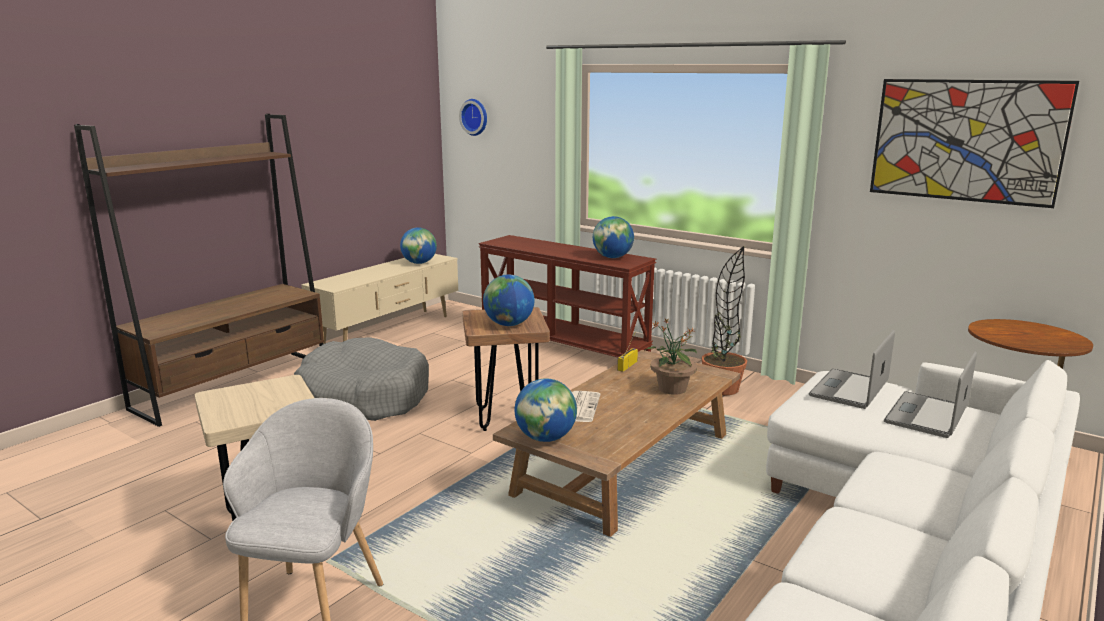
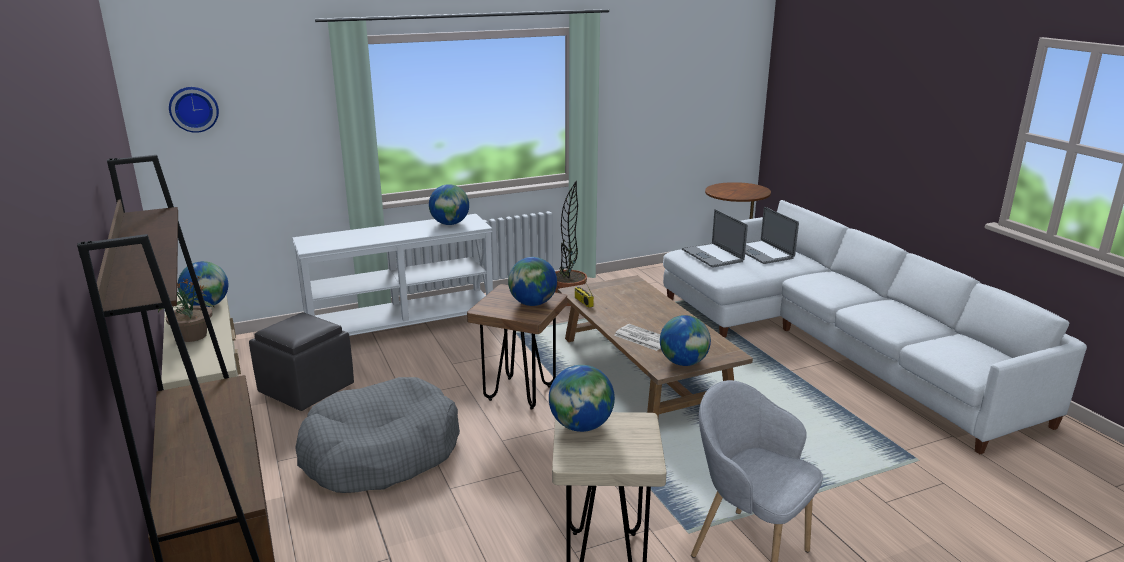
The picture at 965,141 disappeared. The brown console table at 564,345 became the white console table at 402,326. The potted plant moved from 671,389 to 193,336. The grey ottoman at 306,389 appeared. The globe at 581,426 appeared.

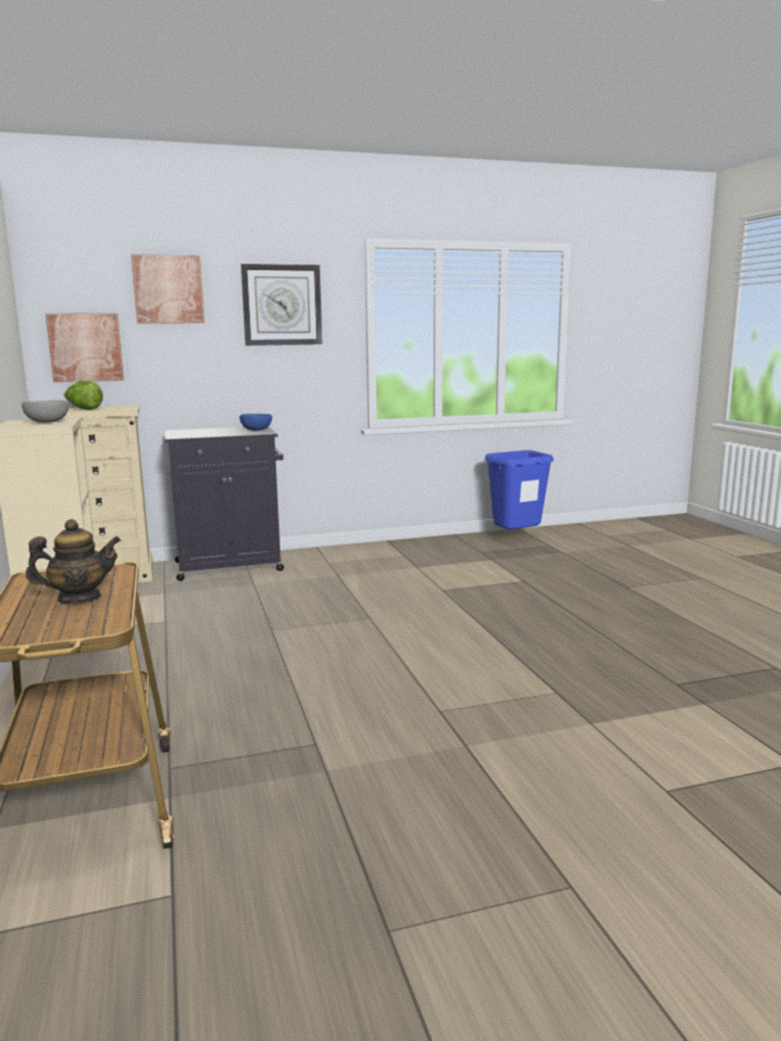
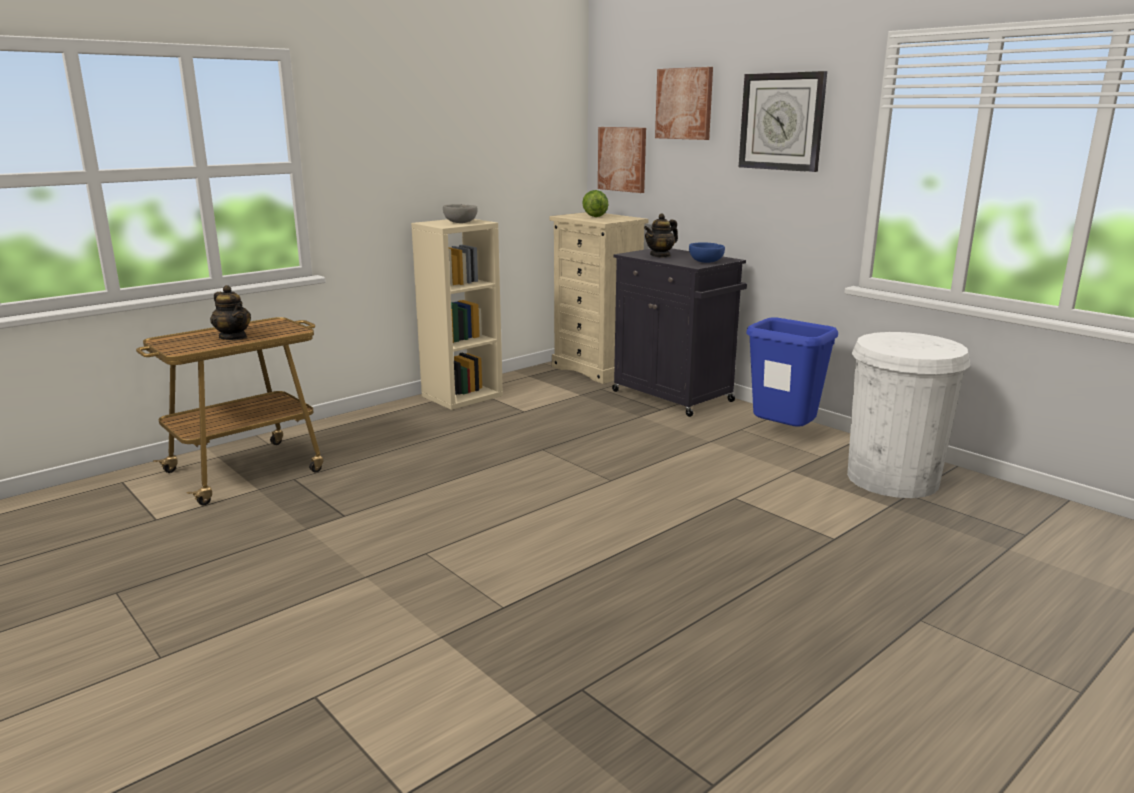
The blue trash can moved from 516,539 to 783,436. The teapot at 660,255 appeared. The white trash can at 892,479 appeared.

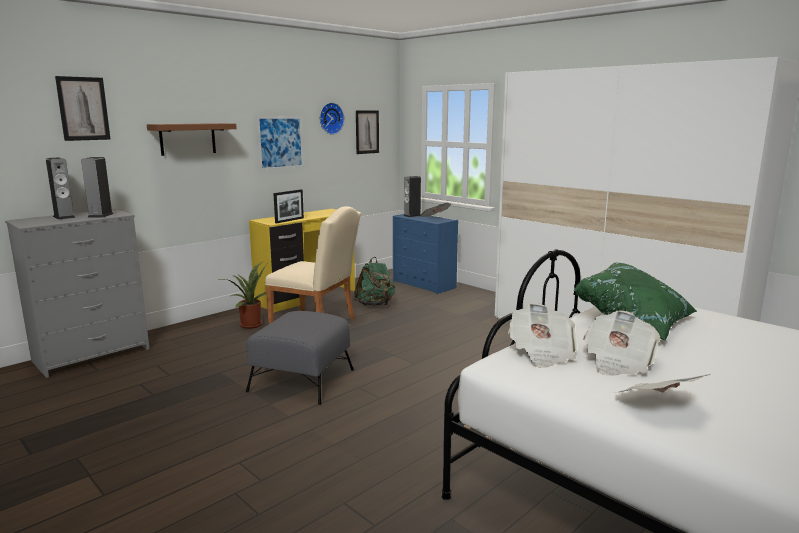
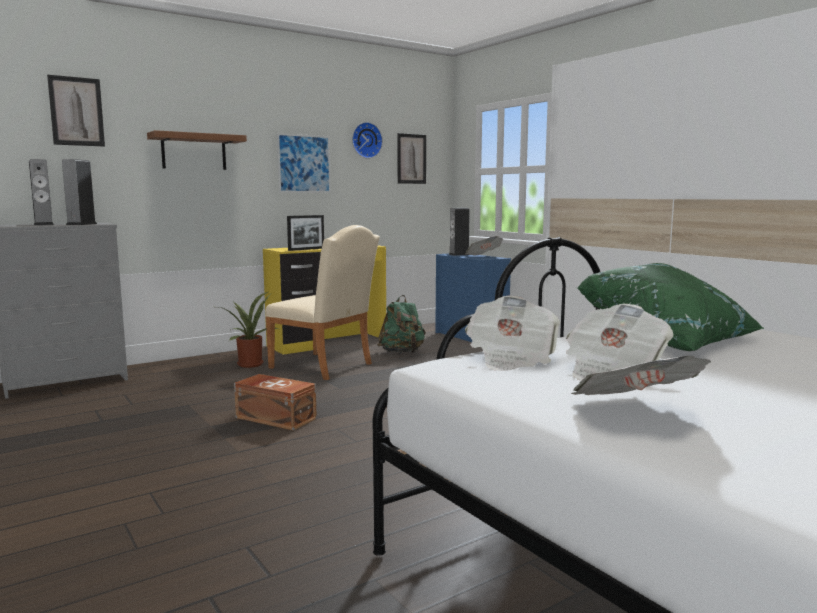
The grey ottoman at 302,380 was replaced by the brown storage box at 275,417.

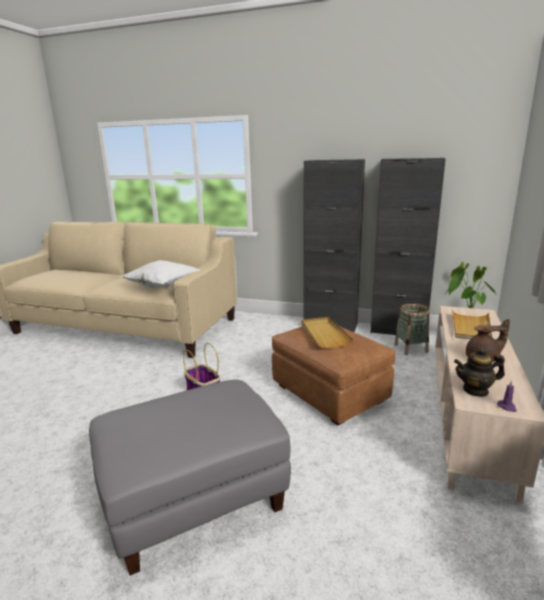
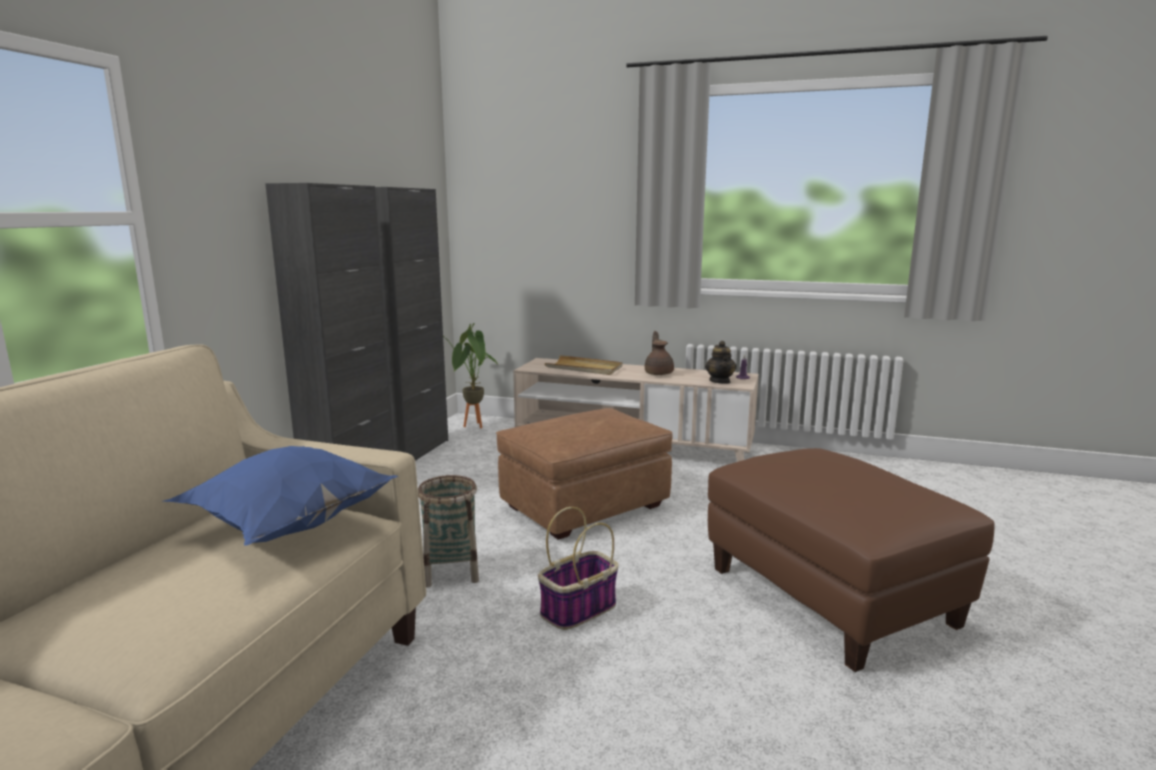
The white pillow at 161,287 became the blue pillow at 288,527. The basket moved from 411,348 to 451,571. The beige tray at 324,334 disappeared. The grey ottoman at 193,498 became the brown ottoman at 830,596.

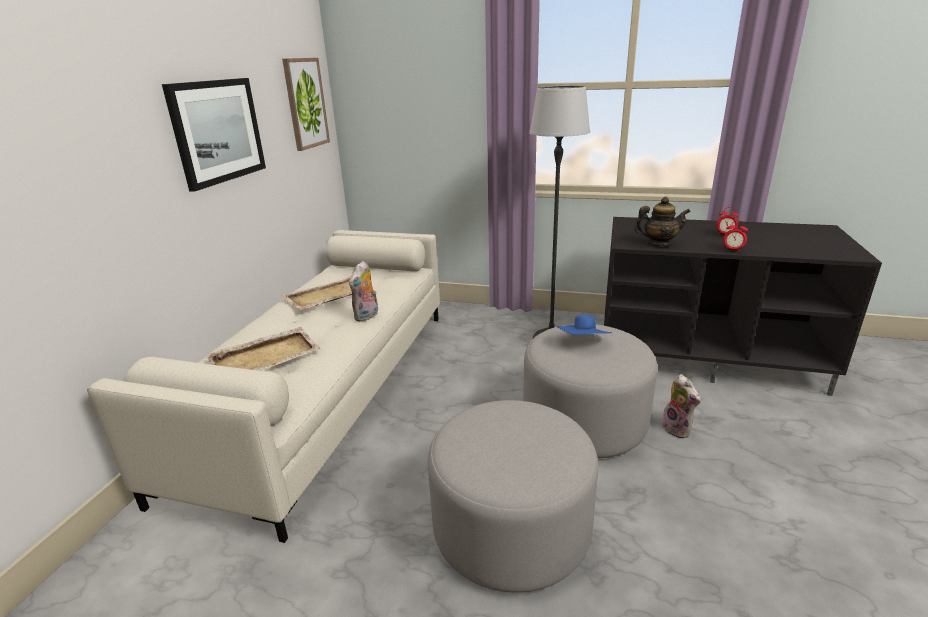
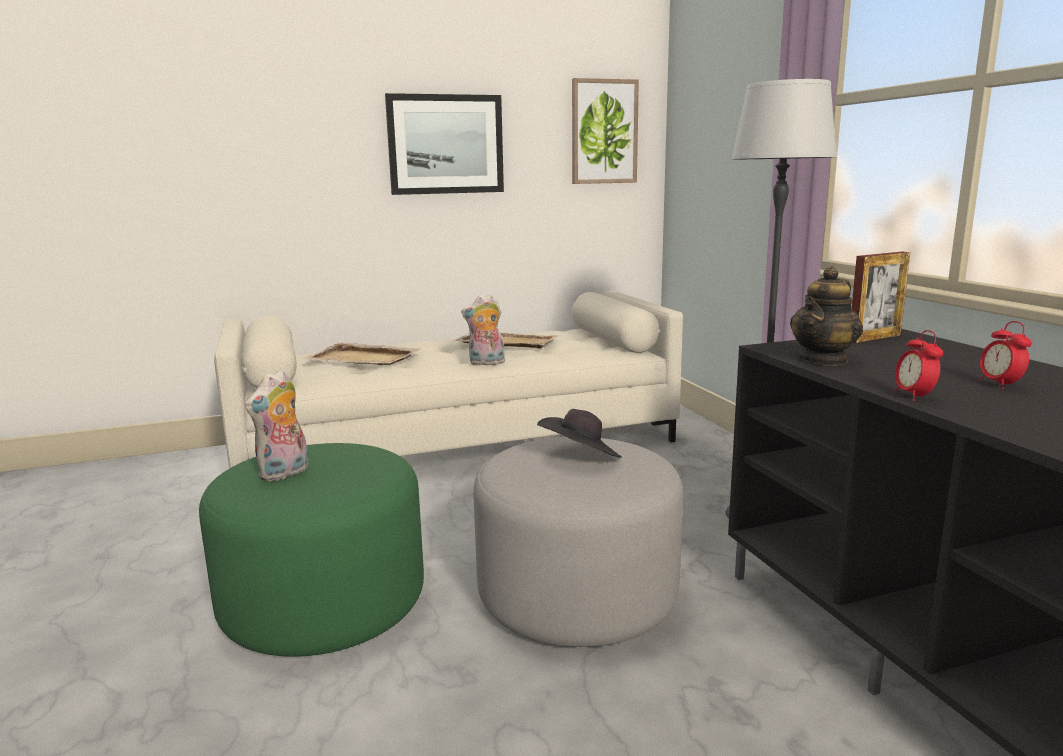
The teapot at 658,244 turned 75 degrees clockwise. The blue hat at 583,343 became the black hat at 580,458. The plush toy moved from 678,429 to 284,473. The grey ottoman at 511,529 became the green ottoman at 323,603. The picture frame at 874,338 appeared.

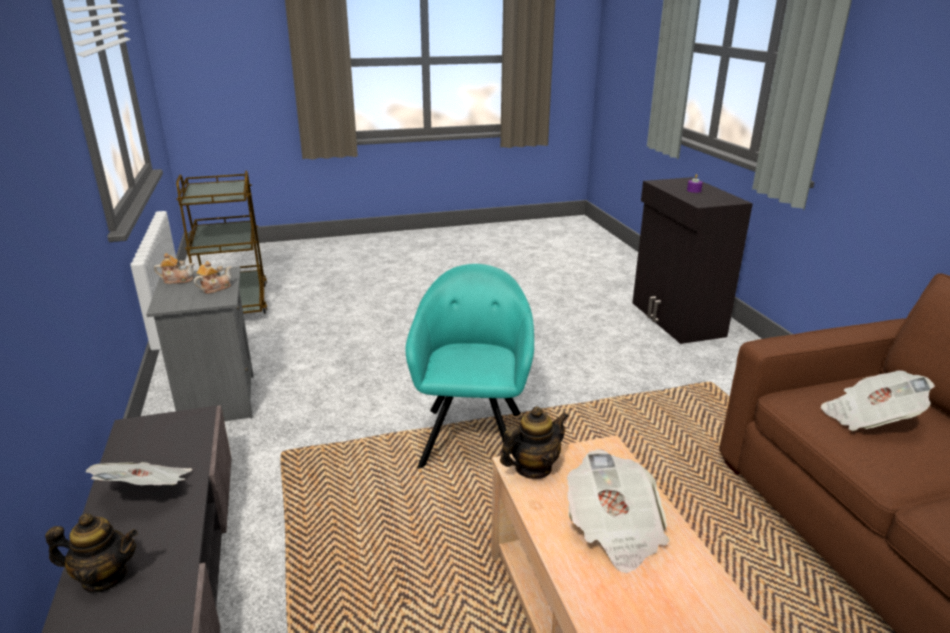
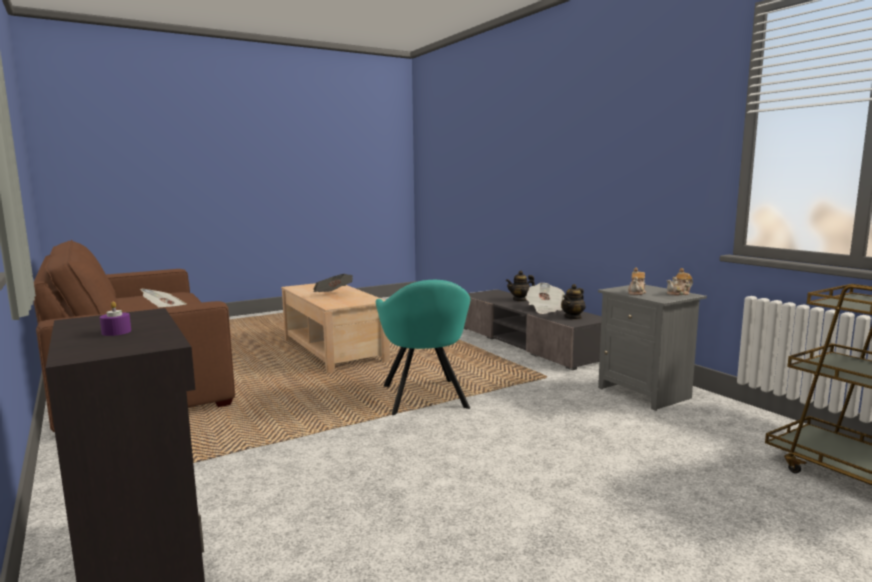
The teapot moved from 533,468 to 573,317.

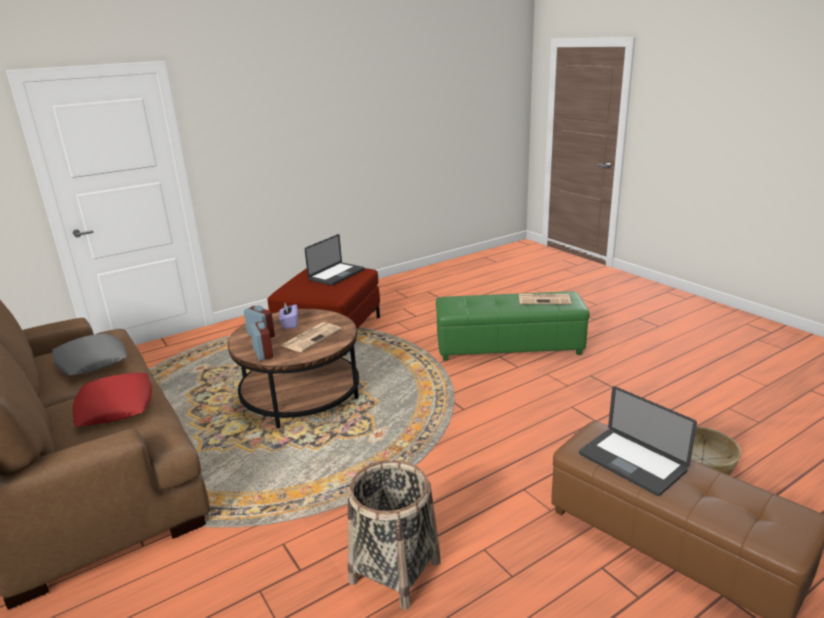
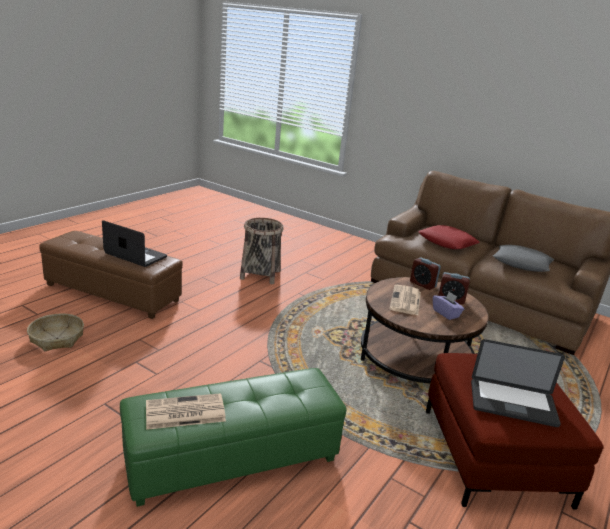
The laptop at 337,275 turned 90 degrees counterclockwise.

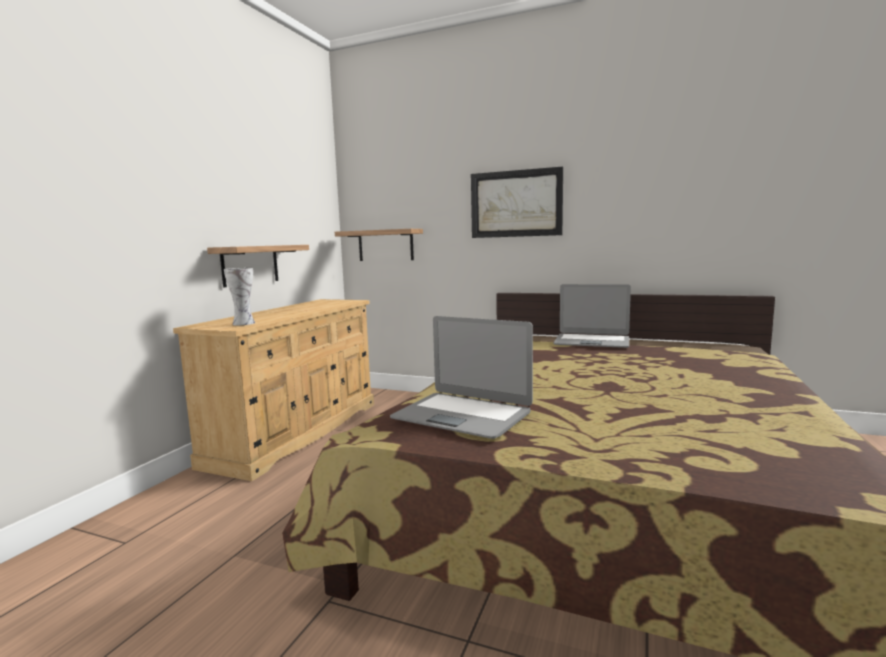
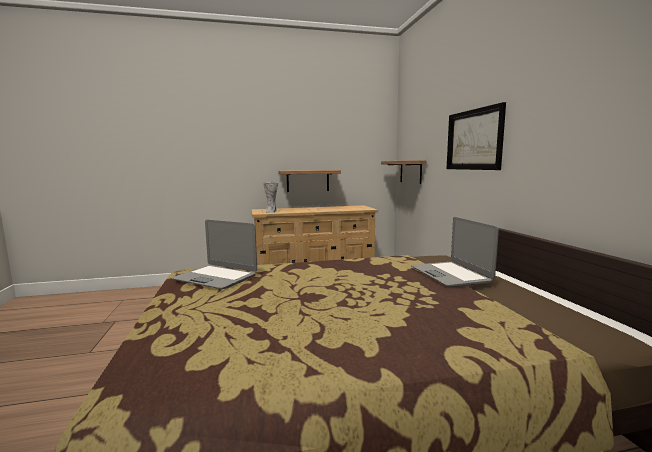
The laptop at 462,416 turned 60 degrees counterclockwise.

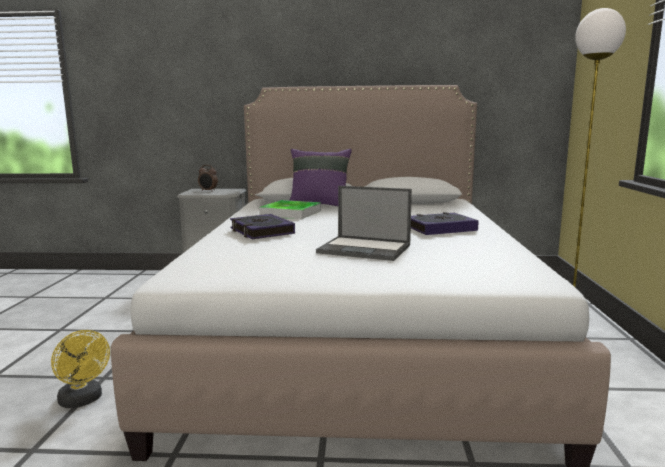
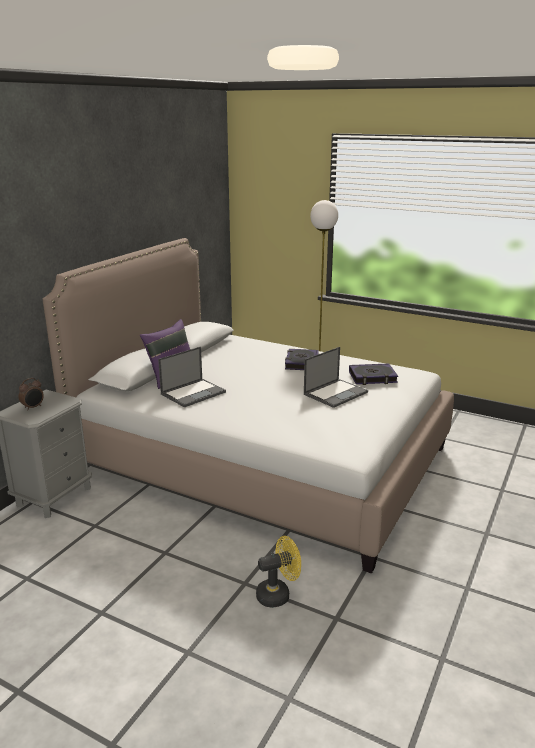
The tray at 291,213 was replaced by the laptop at 193,393. The book moved from 261,231 to 372,377.

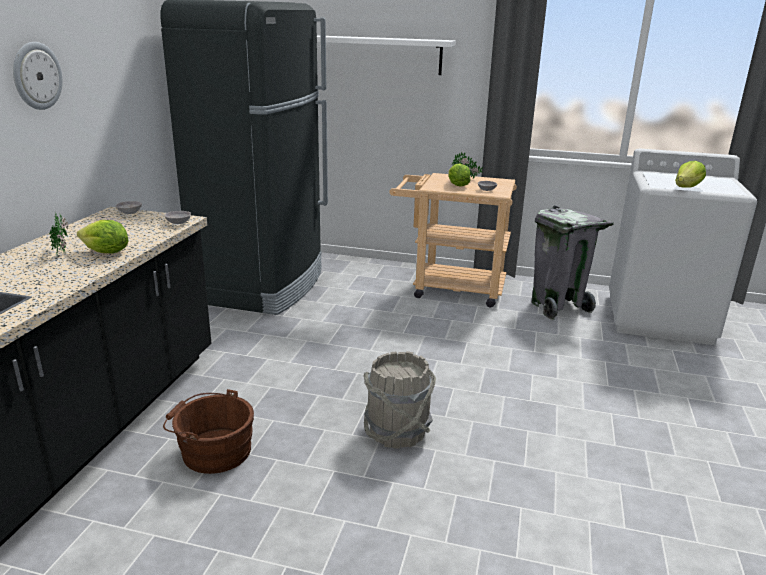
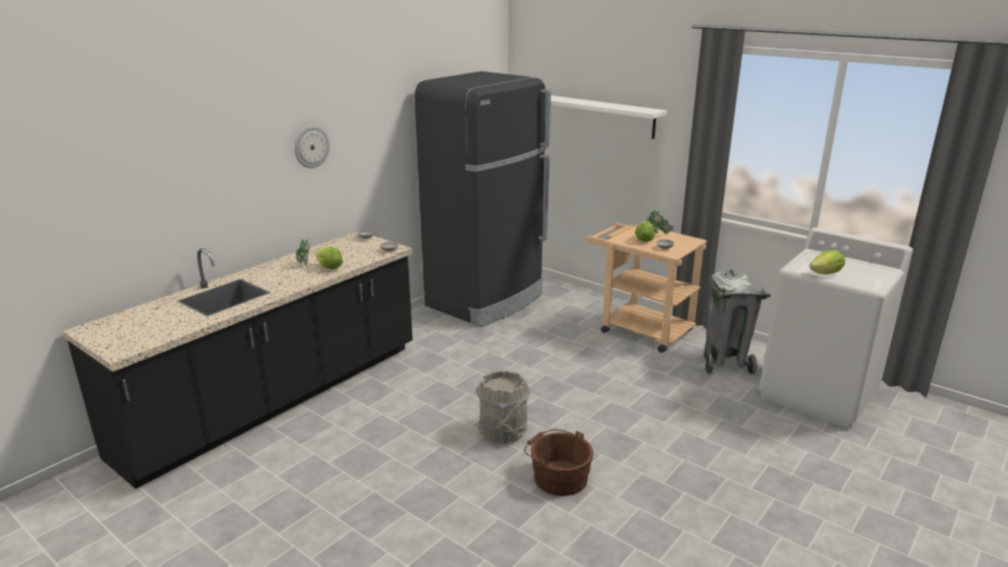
The brown bucket moved from 213,450 to 557,476.

